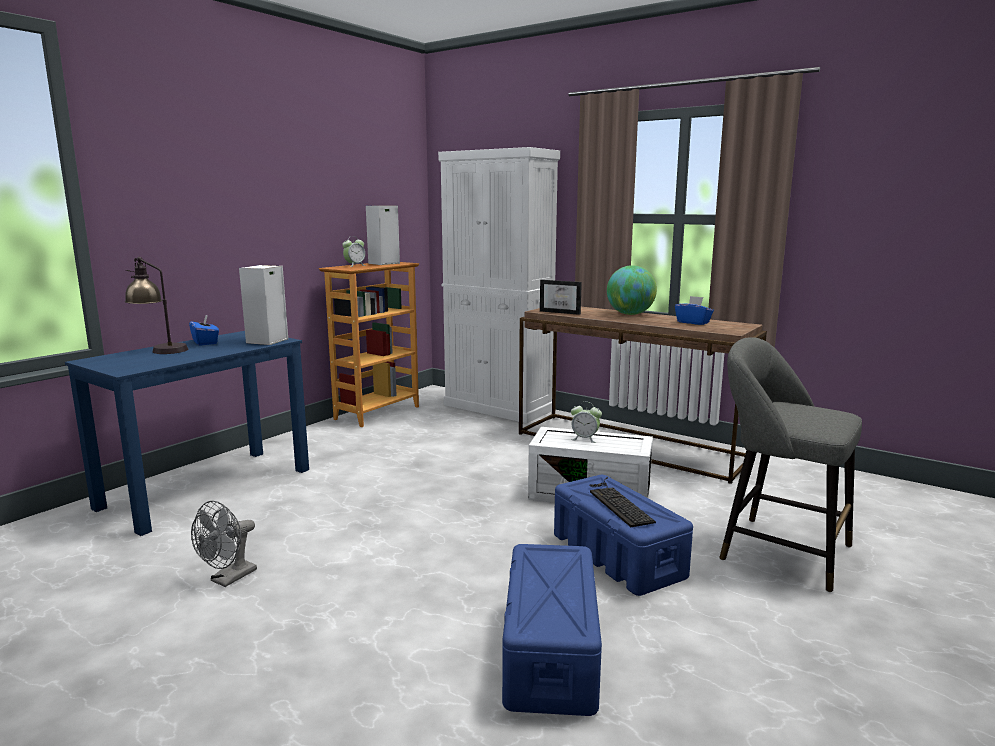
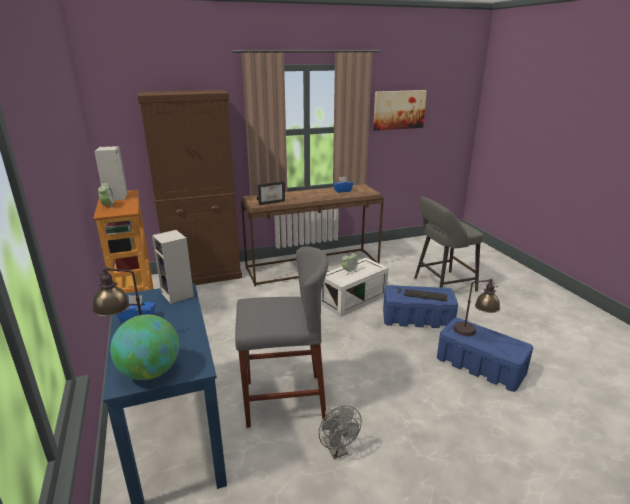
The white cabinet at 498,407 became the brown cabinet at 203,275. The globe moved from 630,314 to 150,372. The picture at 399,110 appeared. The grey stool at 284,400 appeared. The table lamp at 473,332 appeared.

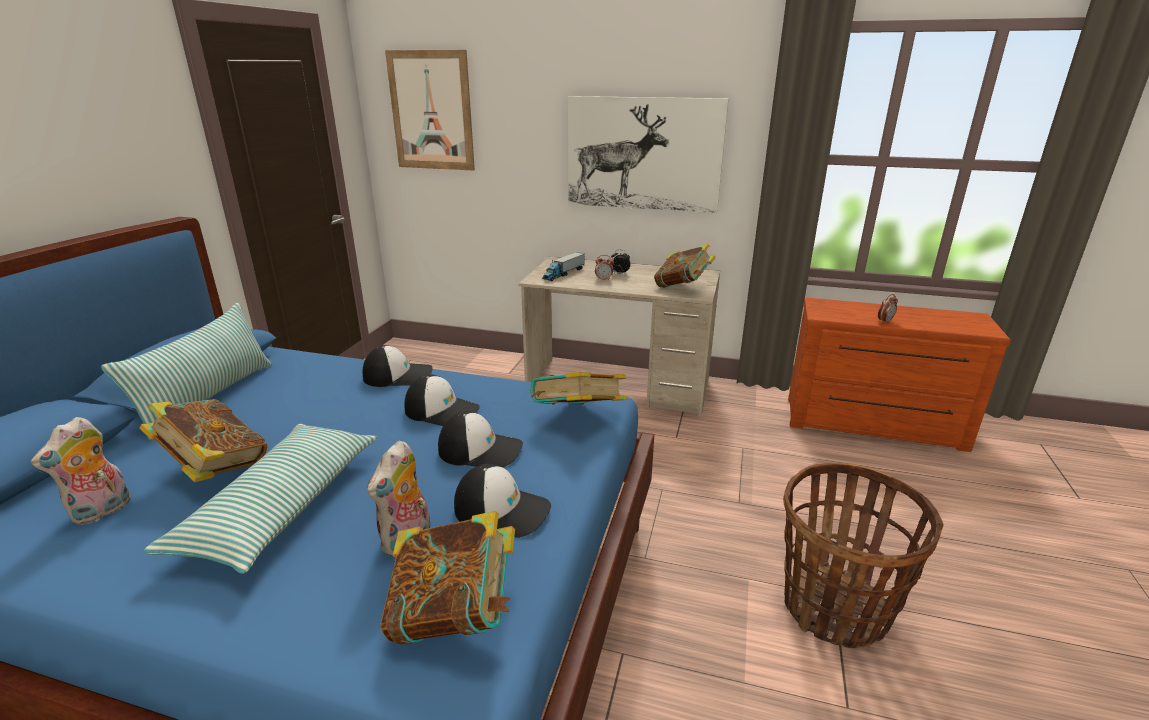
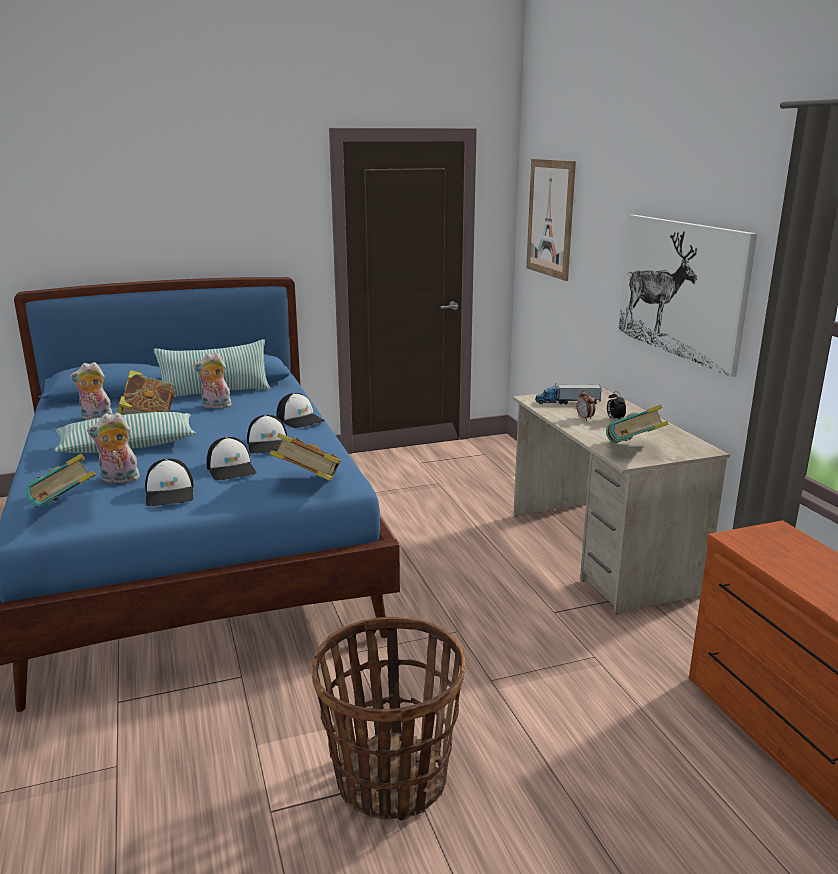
The alarm clock at 884,321 disappeared. The plush toy at 215,406 appeared.

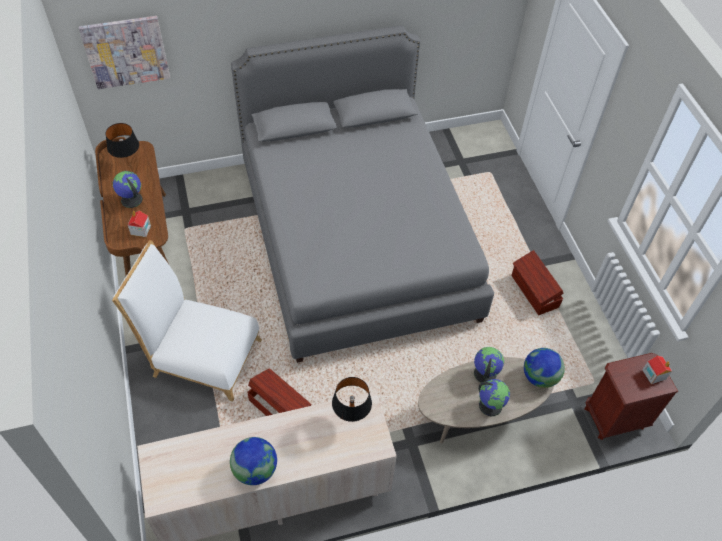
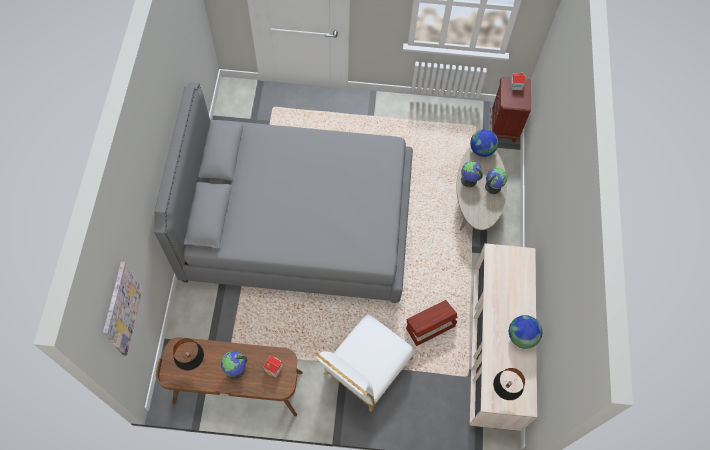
The brown storage box at 534,292 disappeared. The black table lamp moved from 350,418 to 502,391.

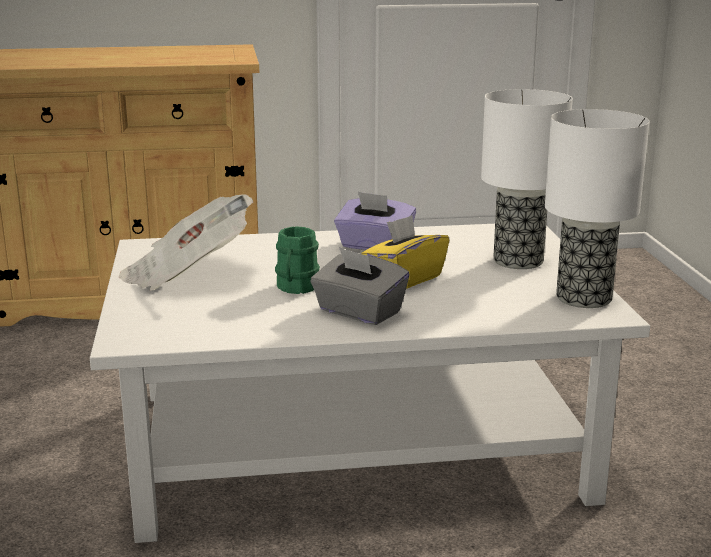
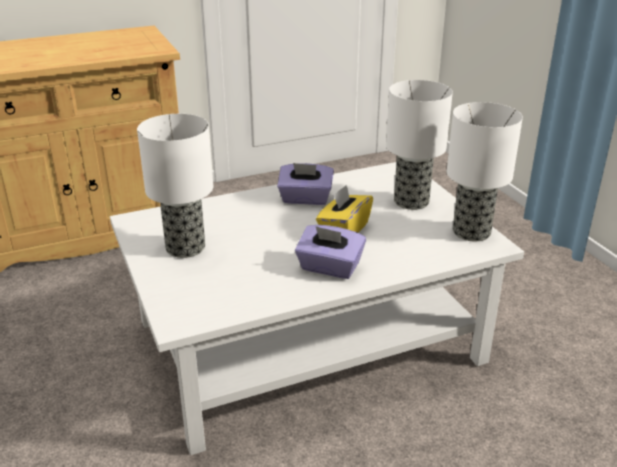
The newspaper at 187,276 was replaced by the table lamp at 184,248. The green mug at 296,288 disappeared. The grey tissue box at 359,312 became the purple tissue box at 329,268.

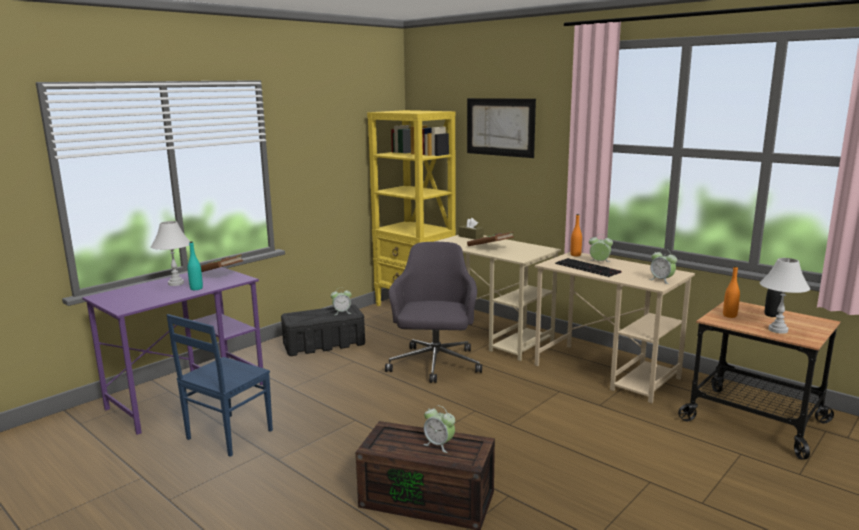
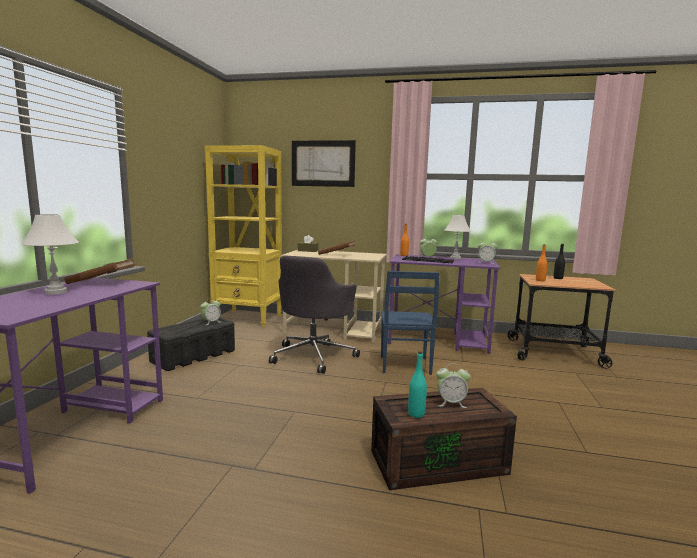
The turquoise bottle moved from 196,288 to 416,414. The grey office chair at 435,365 turned 135 degrees counterclockwise. The beige desk at 607,372 became the purple desk at 439,340. The white table lamp moved from 778,330 to 455,258. The blue chair moved from 228,435 to 404,365.

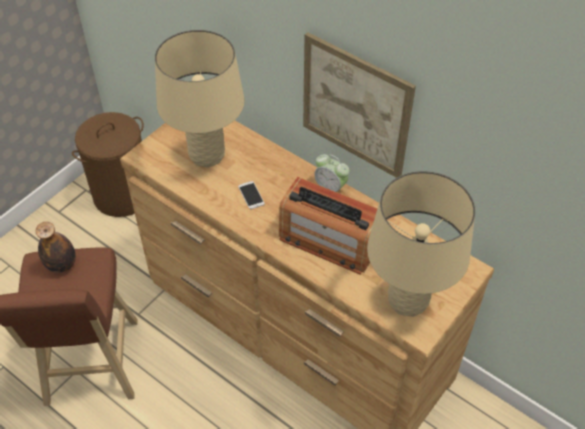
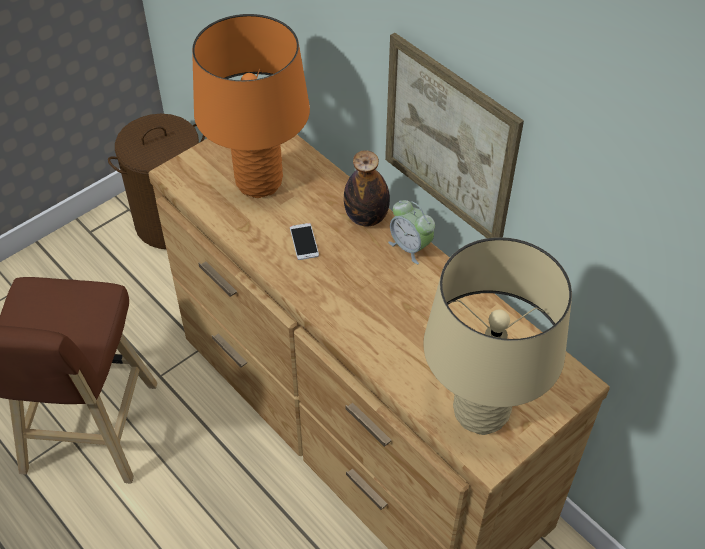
The beige table lamp at 207,155 became the orange table lamp at 259,183. The radio at 329,241 disappeared. The bottle moved from 62,265 to 366,217.

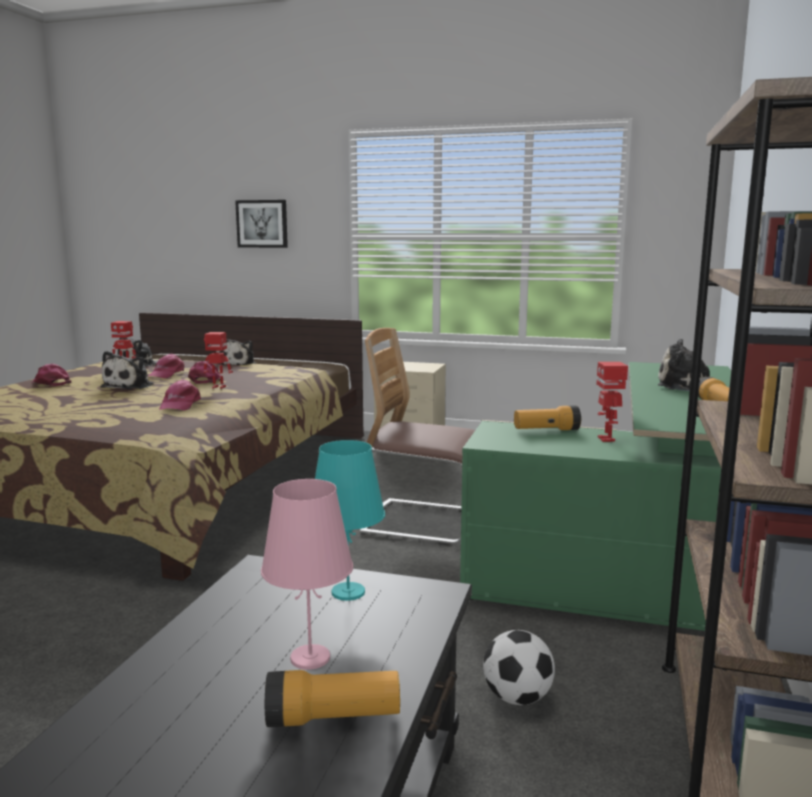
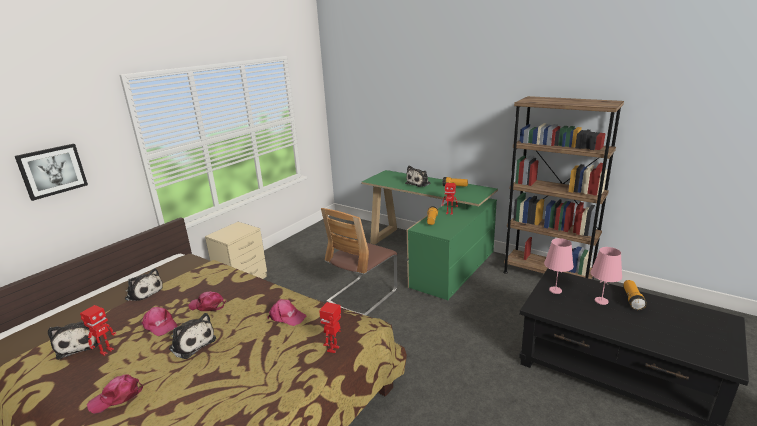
The toy robot moved from 218,387 to 334,349. The turquoise table lamp at 348,592 became the pink table lamp at 555,290. The football at 517,698 disappeared.

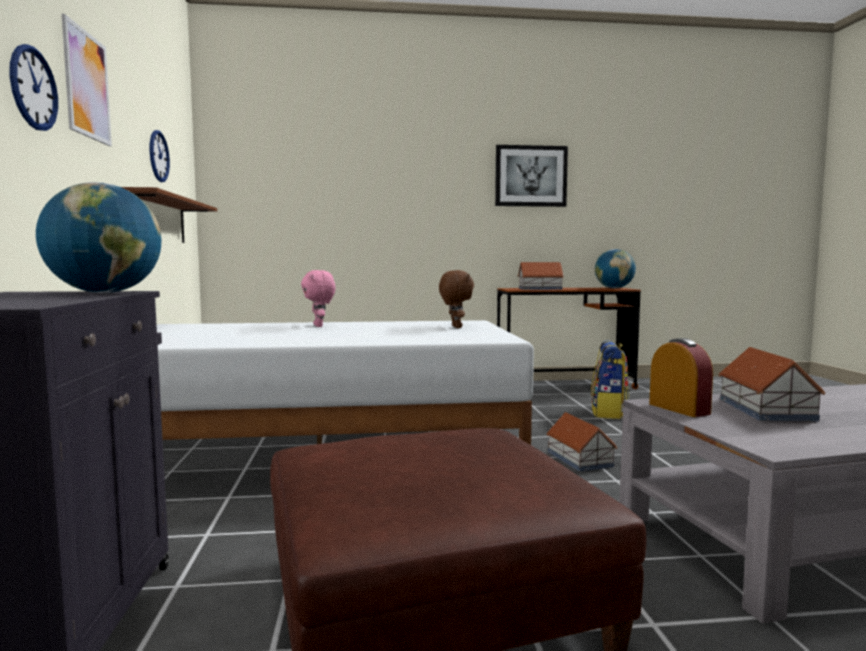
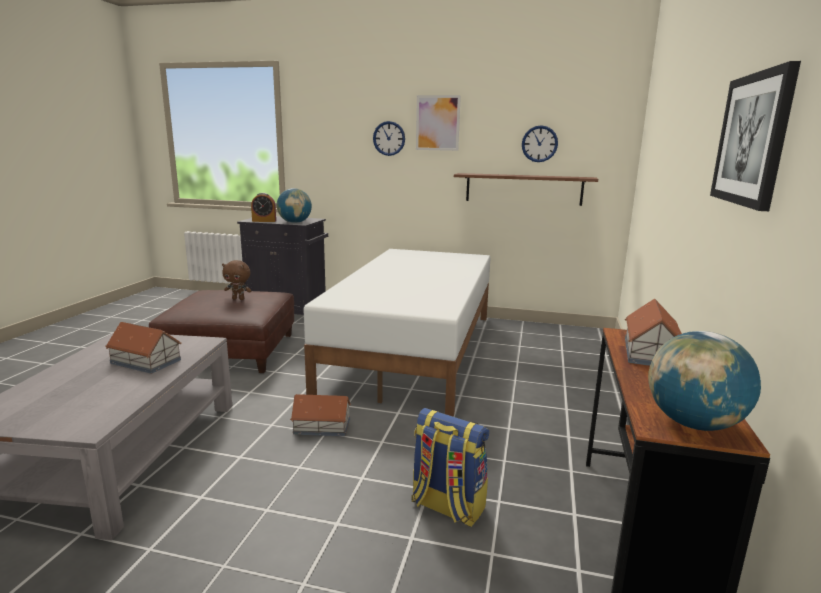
The pink plush toy at 319,326 disappeared. The brown plush toy moved from 455,327 to 238,299. The alarm clock moved from 679,409 to 264,221.

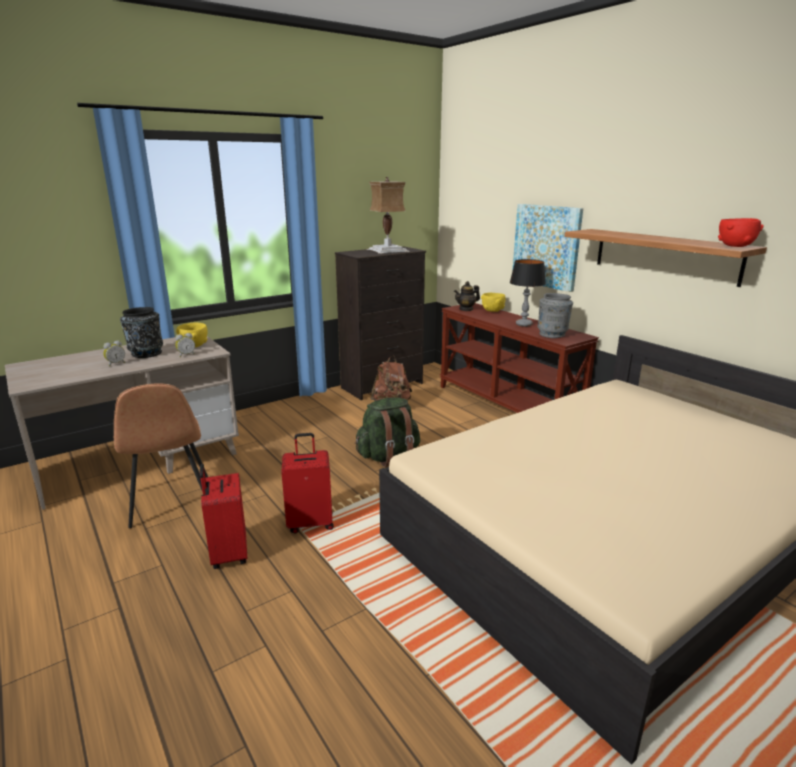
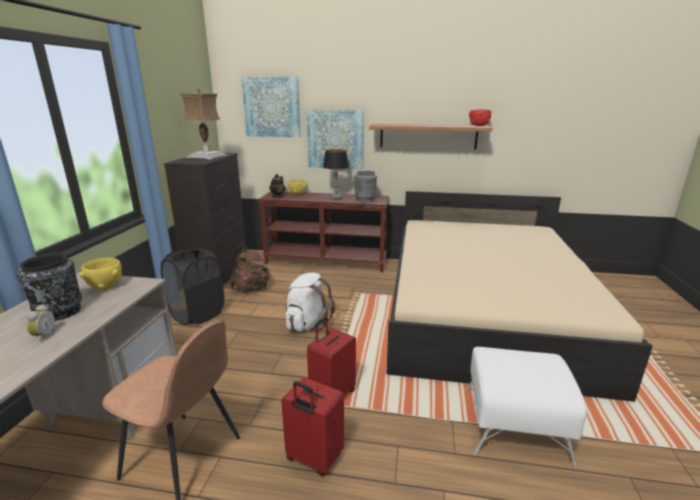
The alarm clock at 186,355 disappeared. The green backpack at 388,456 became the white backpack at 307,324. The picture at 272,107 appeared. The black laundry basket at 198,314 appeared. The white ottoman at 515,425 appeared.

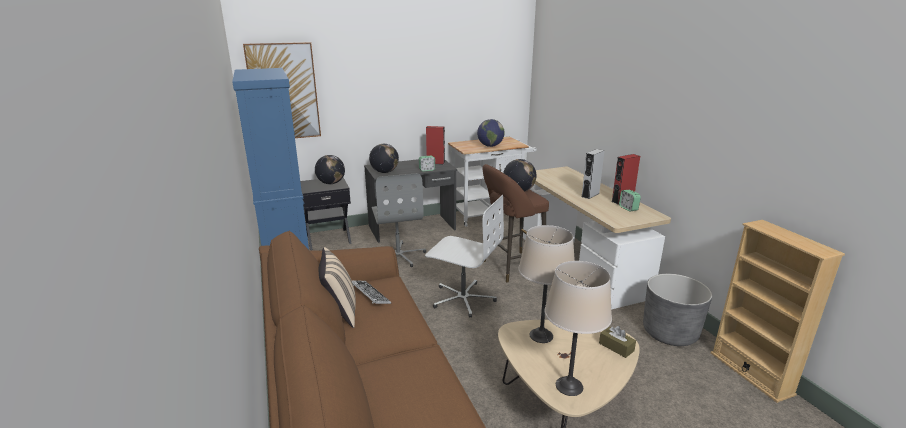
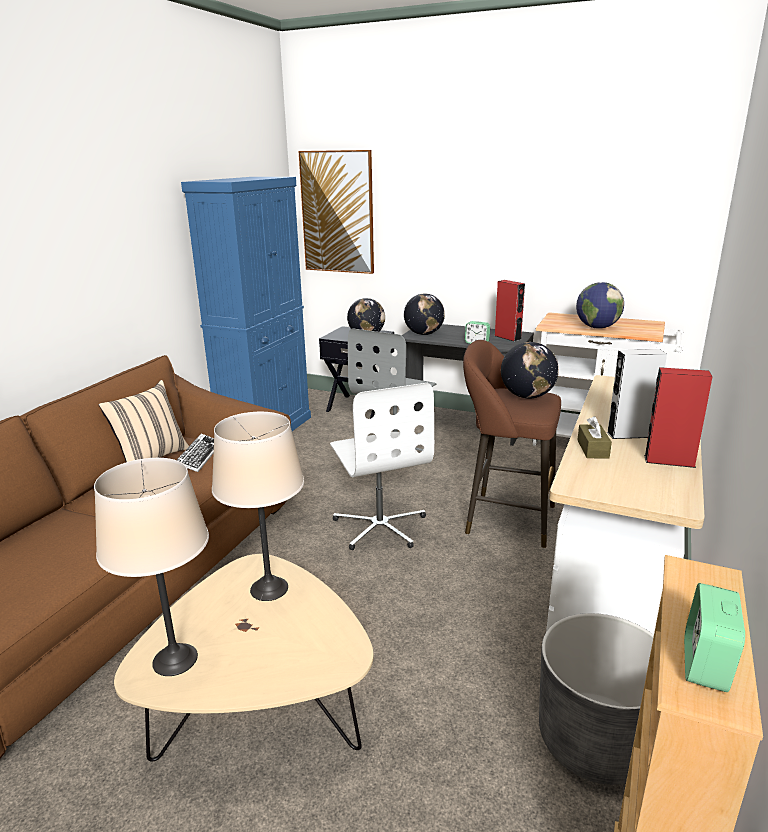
The alarm clock moved from 628,208 to 705,665. The brown tissue box moved from 616,347 to 592,449.

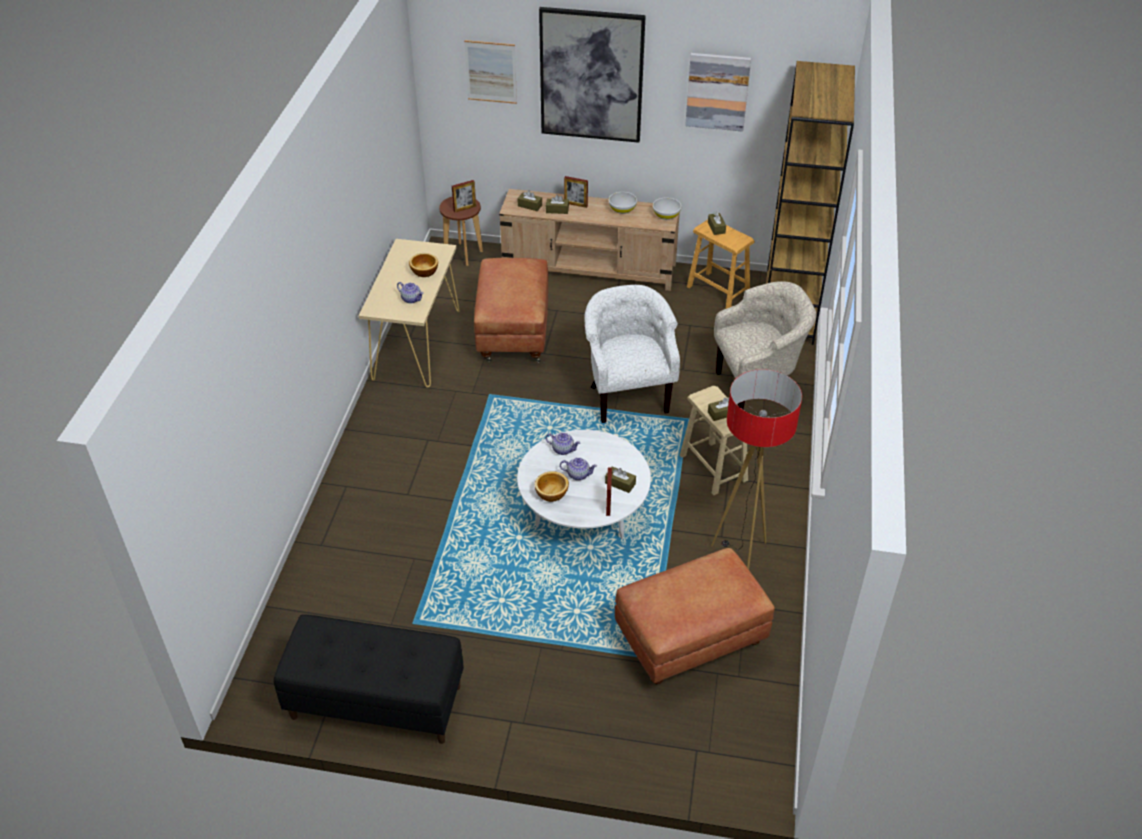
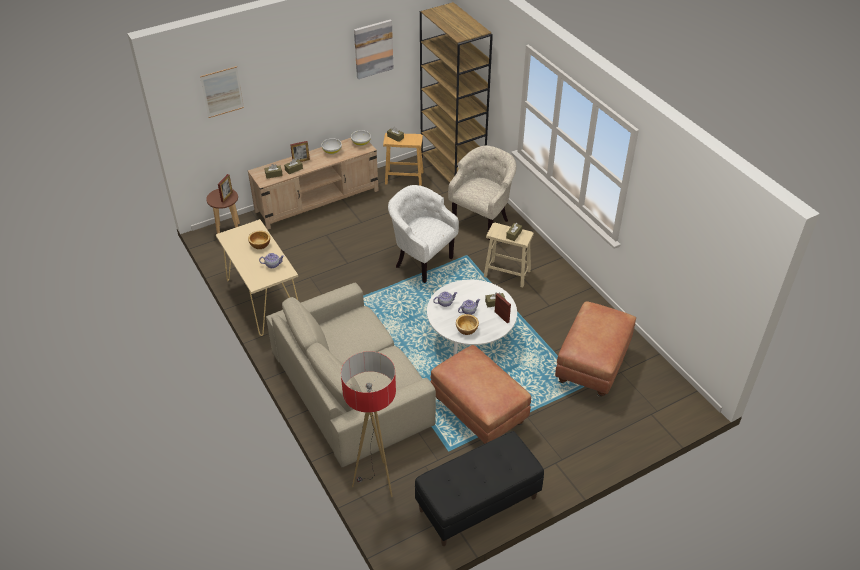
The picture at 591,75 disappeared. The brown ottoman moved from 513,333 to 478,413. The floor lamp moved from 740,556 to 375,481. The beige sofa at 352,388 appeared.

